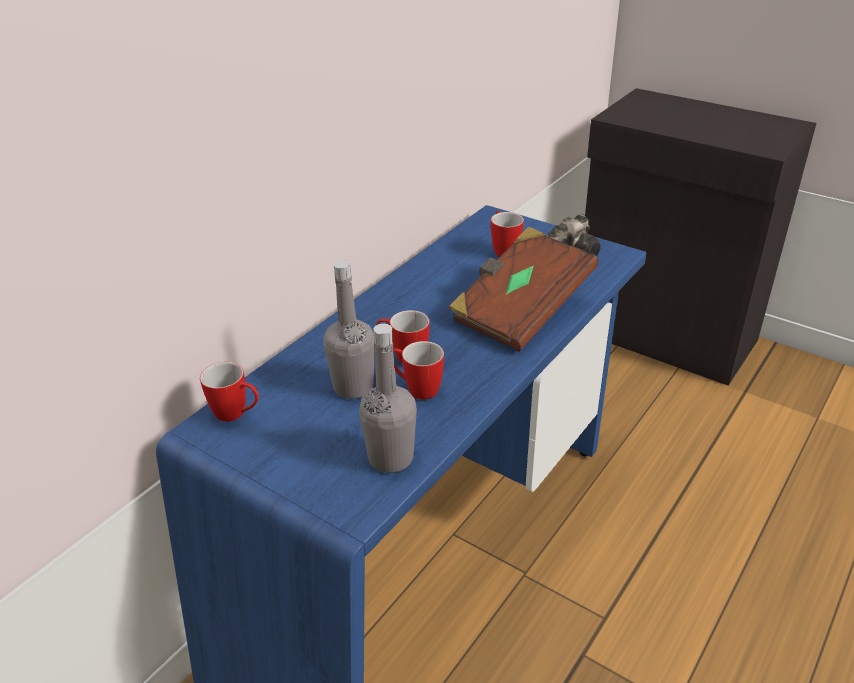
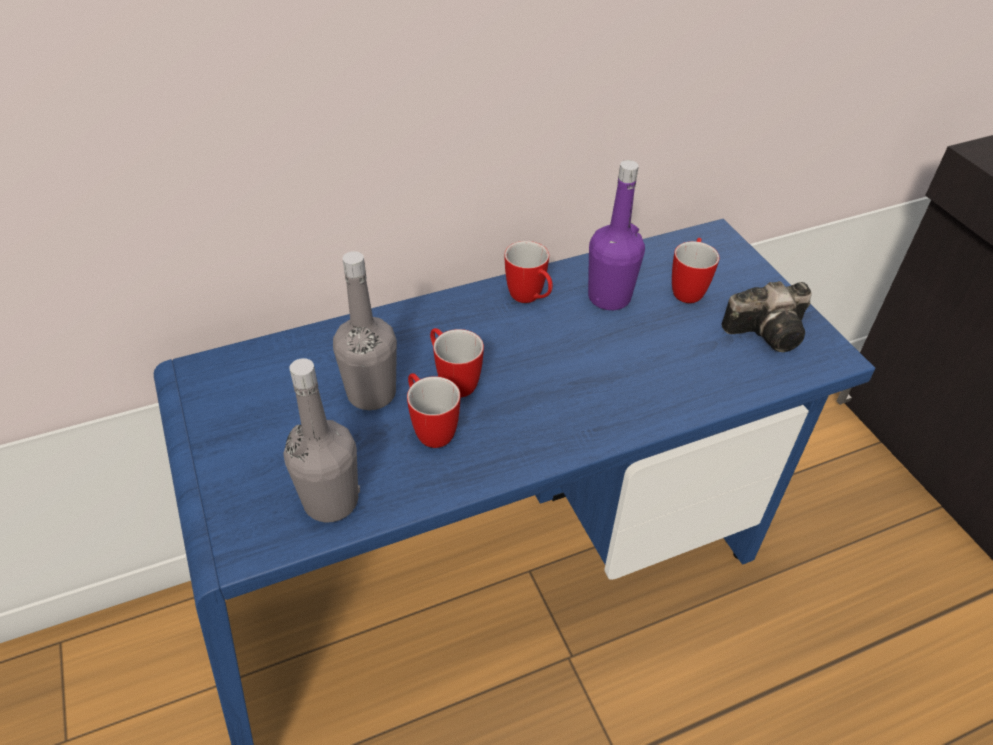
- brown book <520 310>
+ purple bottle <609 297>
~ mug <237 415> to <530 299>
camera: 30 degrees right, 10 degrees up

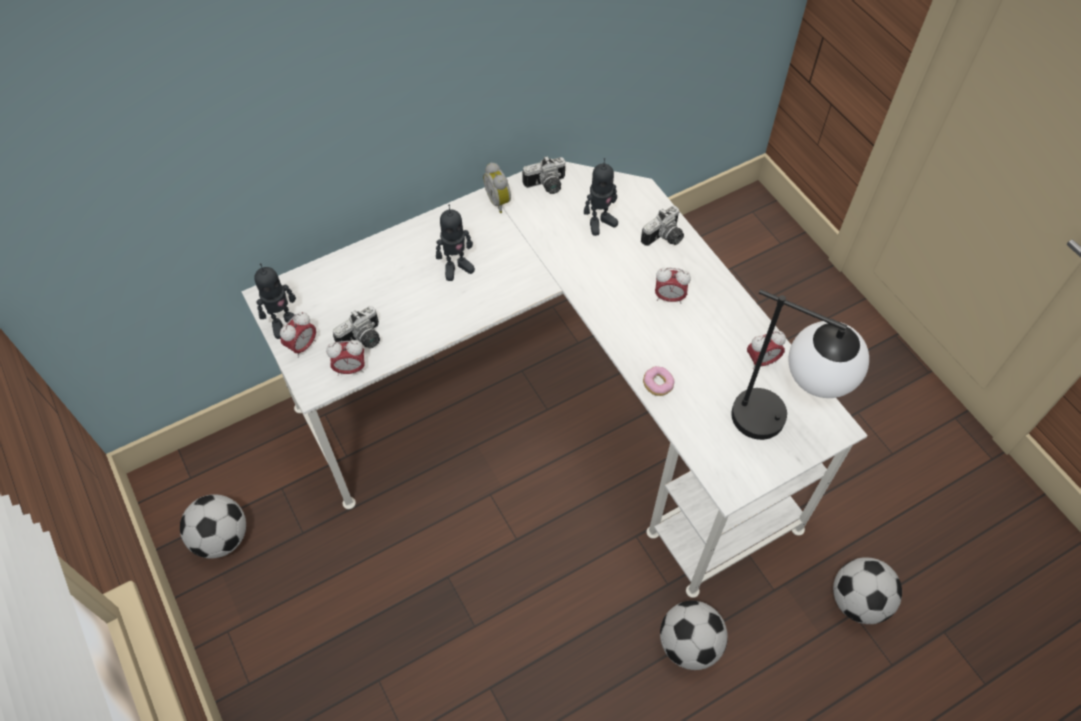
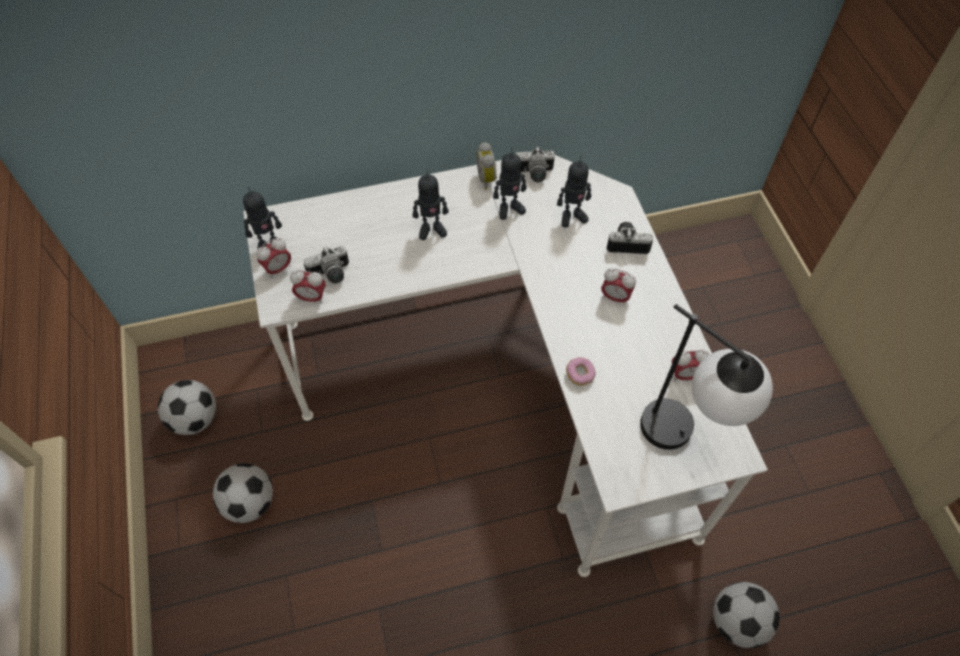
+ toy robot <509 208>
~ football <689 644> to <250 503>
~ photo camera <665 238> = <627 243> 150 degrees counterclockwise
camera: 15 degrees right, 0 degrees up

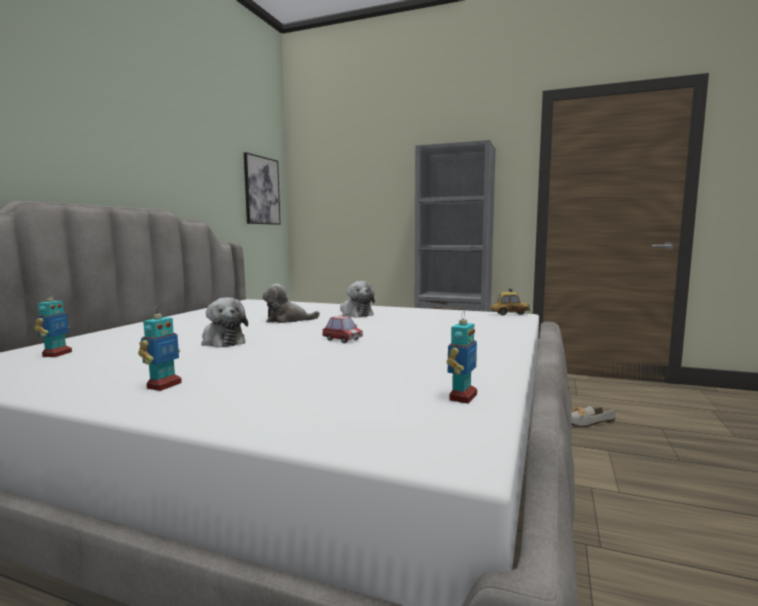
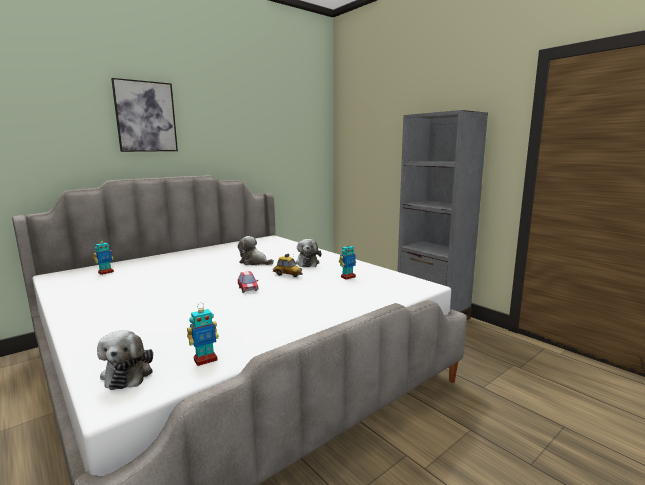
- shoe <583 423>
~ toy robot <163 385> to <348 277>
~ plush toy <222 341> to <129 373>
~ picture <261 190> to <146 116>
~ toy car <509 314> to <287 275>
camera: 30 degrees right, 5 degrees up

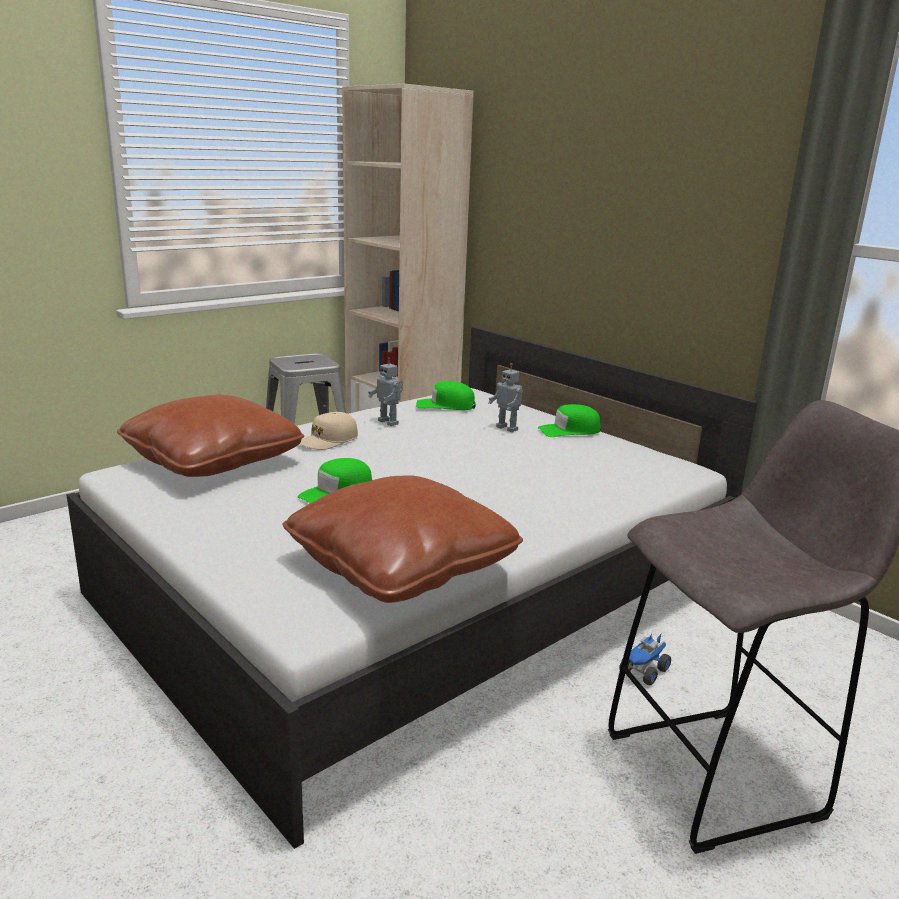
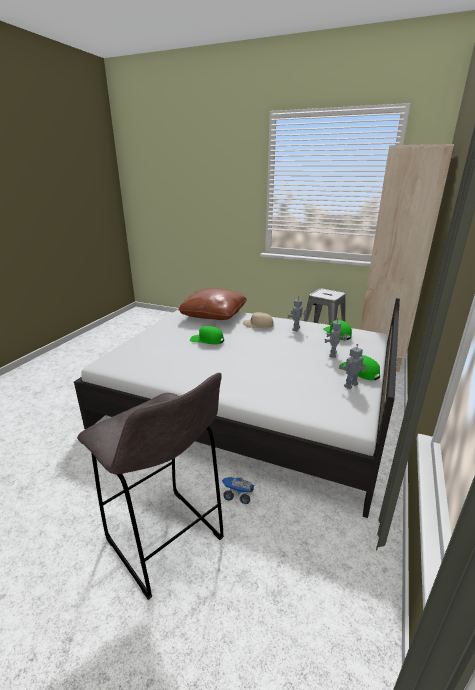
- brown pillow <401 566>
+ toy robot <351 386>
camera: 65 degrees right, 5 degrees up

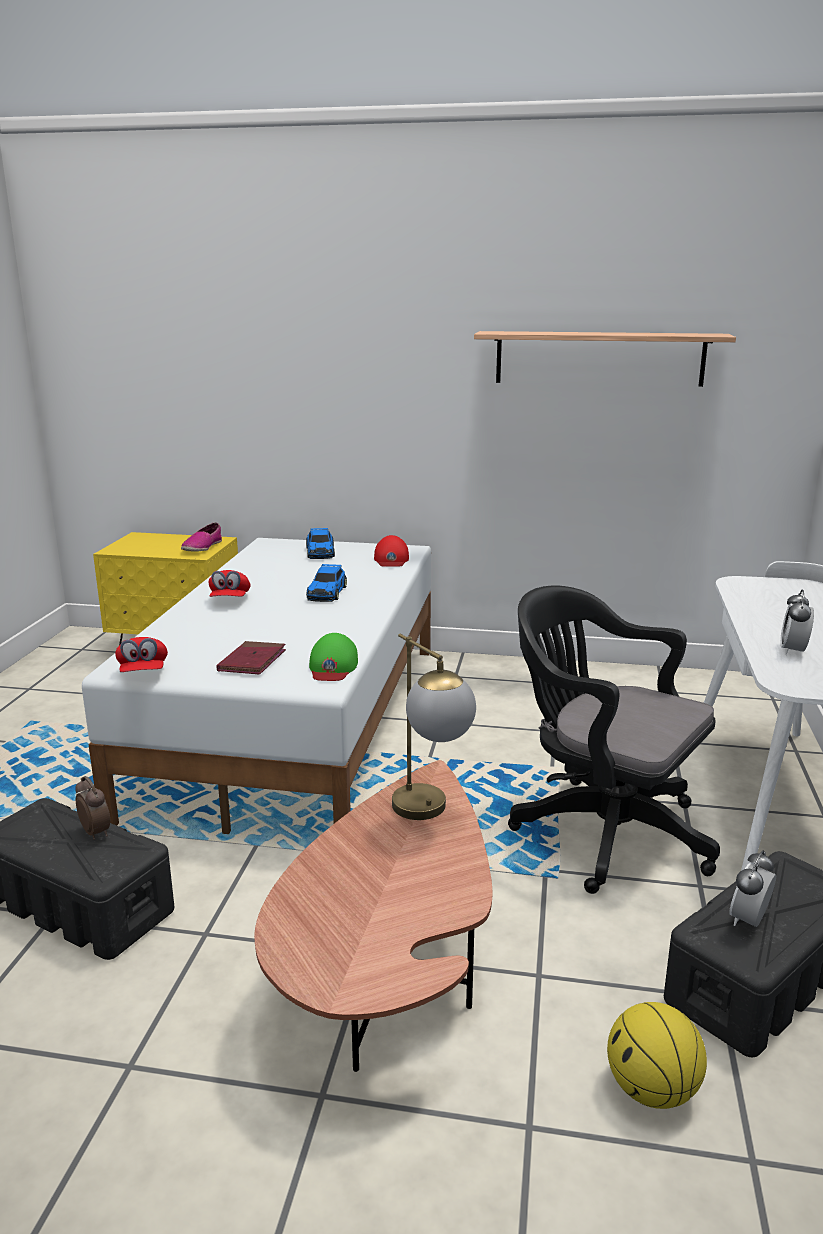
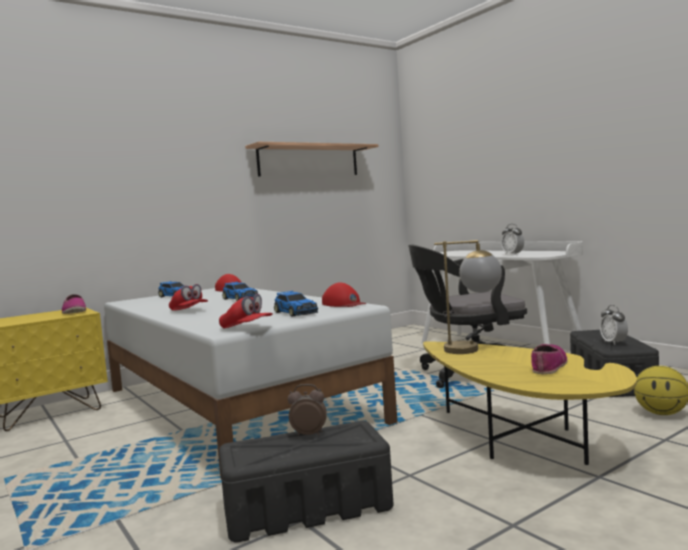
+ shoe <548 365>
~ red book <252 661> to toy car <295 312>
~ brown coffee table <389 976> to yellow coffee table <519 439>
~ green cap <333 666> to red cap <344 304>
camera: 45 degrees left, 15 degrees down

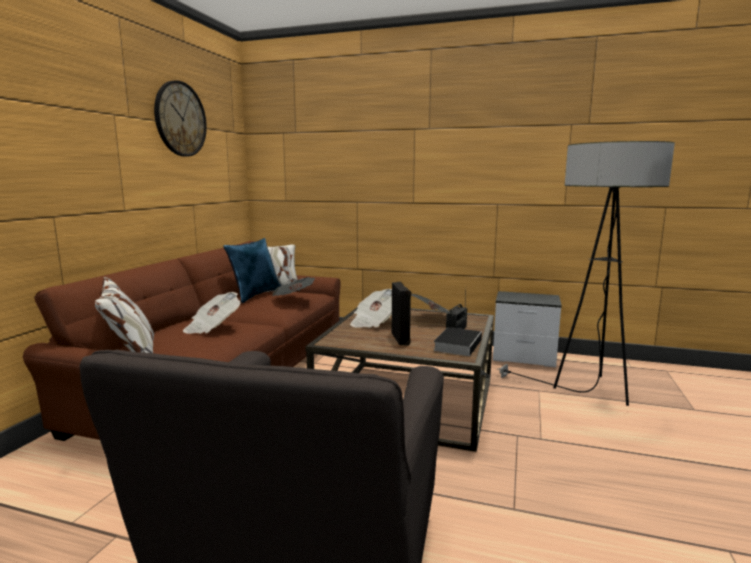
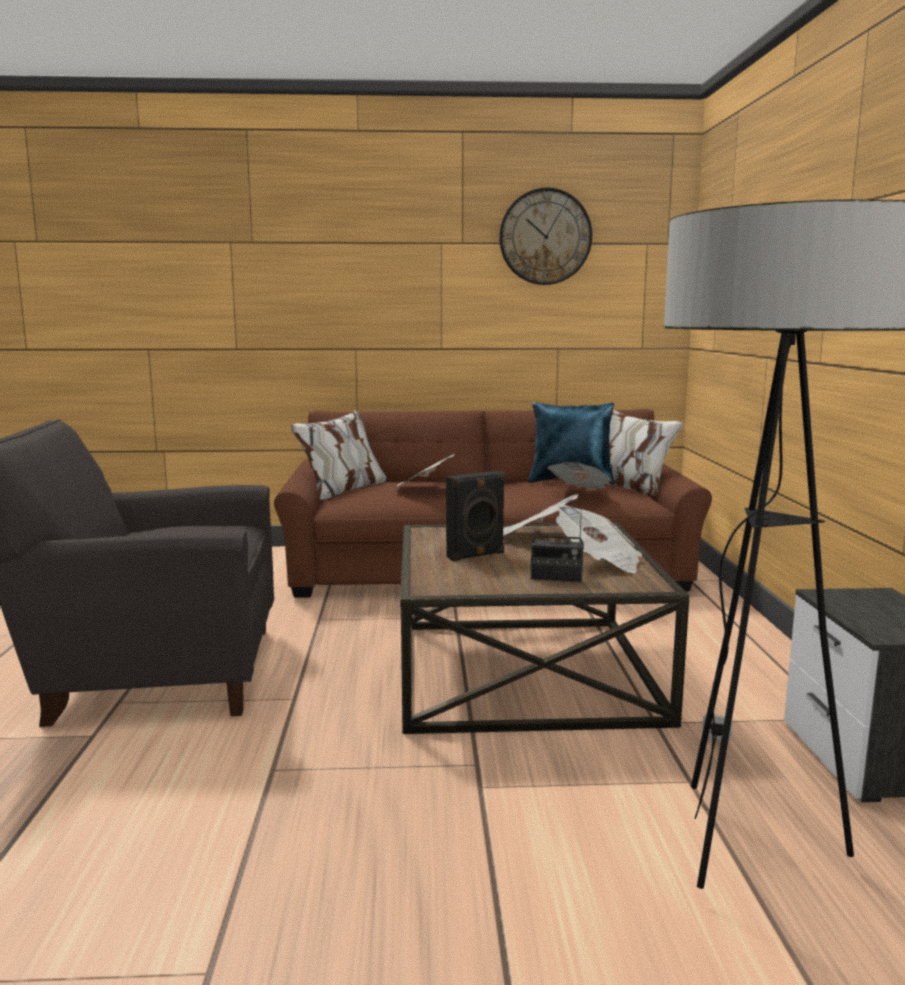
- book <458 344>
camera: 70 degrees right, 0 degrees up

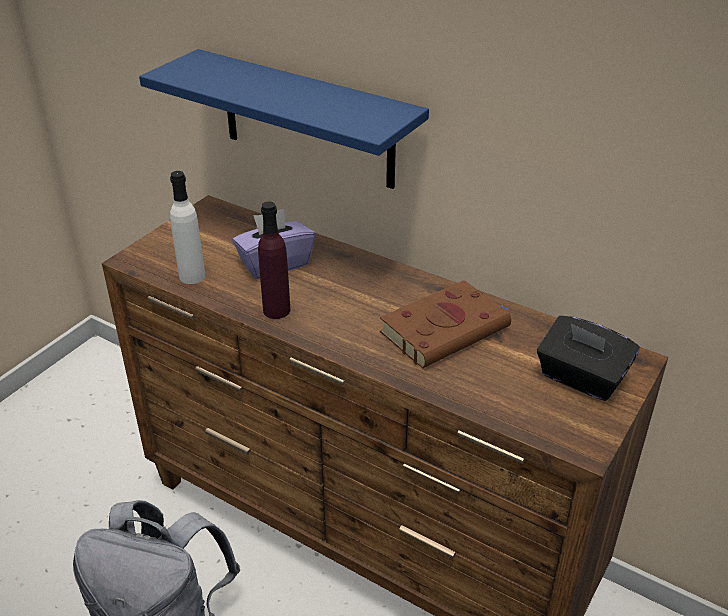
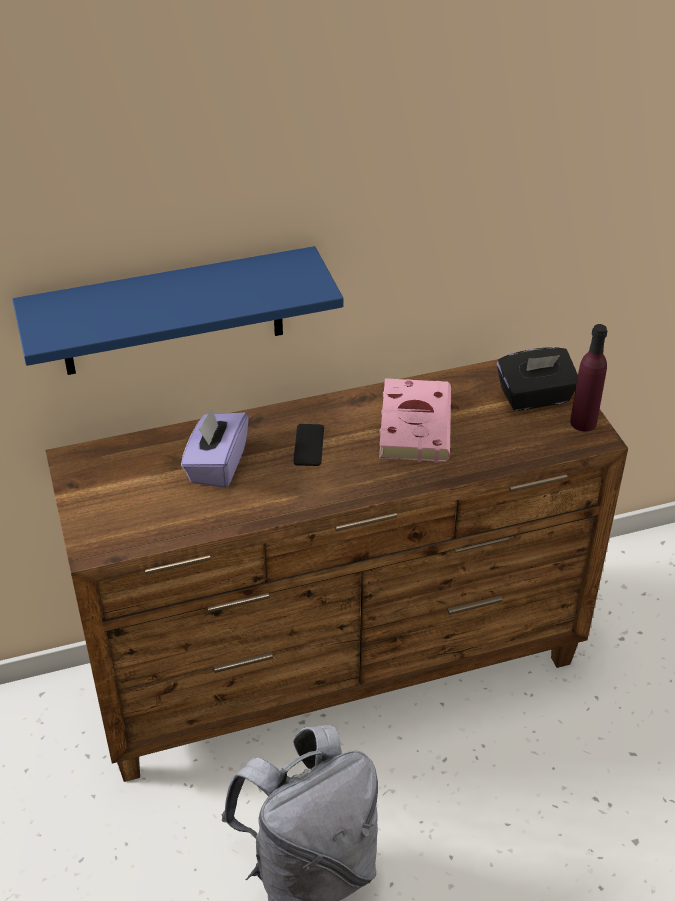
- white bottle <192 276>
+ phone <309 445>
~ purple bottle <276 310> to <583 422>
~ brown book <447 329> to pink book <414 423>
camera: 50 degrees left, 5 degrees up

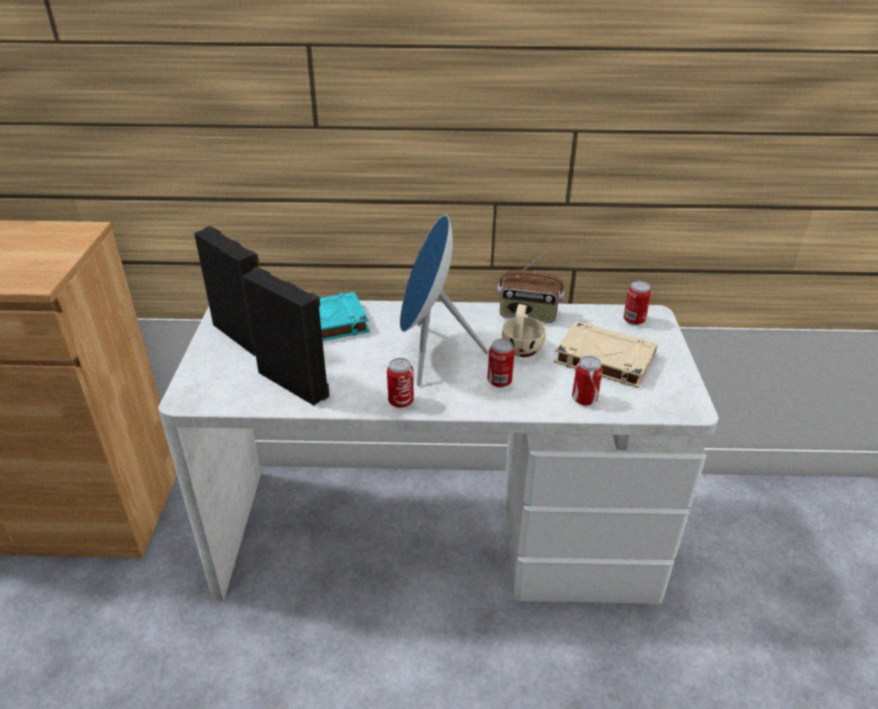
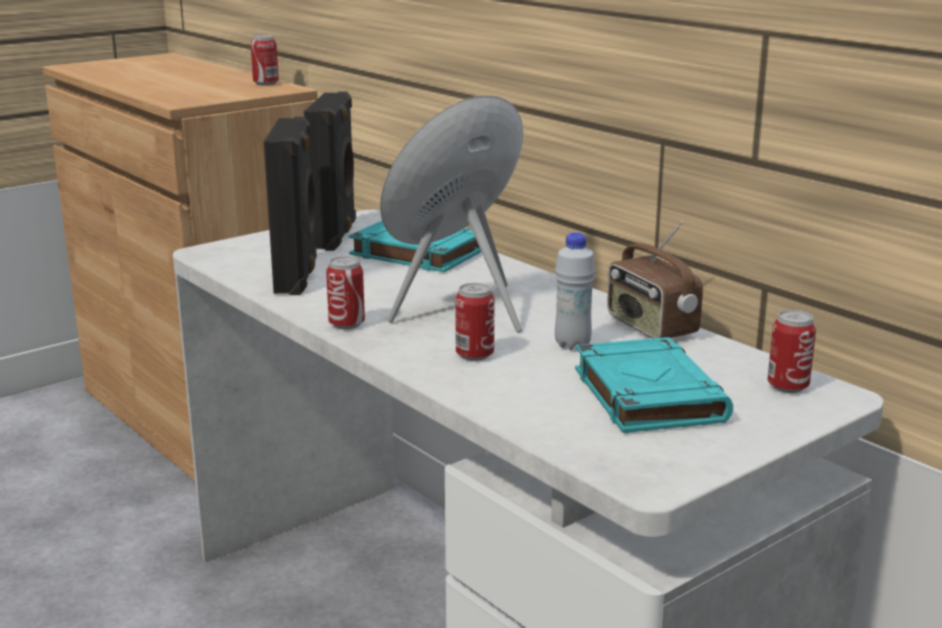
~ can <584 399> to <266 84>
~ beige cup <522 347> to white bottle <572 345>
~ beige book <603 359> to turquoise book <647 394>
camera: 50 degrees right, 15 degrees down

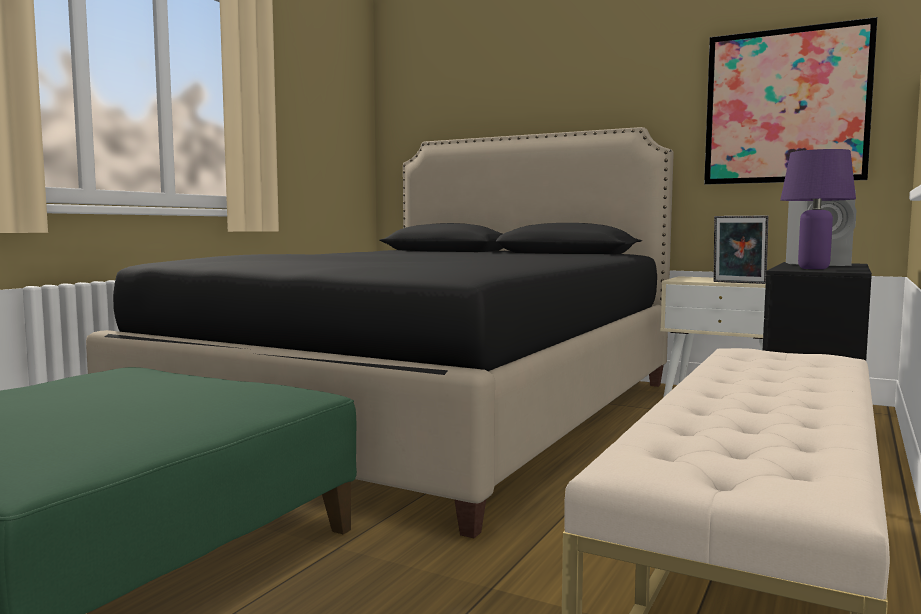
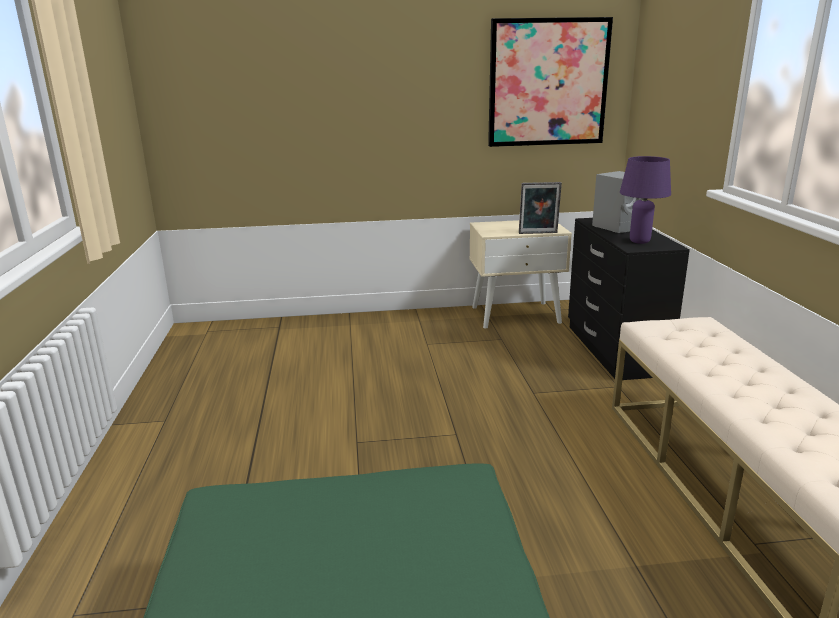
- black bed <431 413>
camera: 35 degrees left, 15 degrees up

